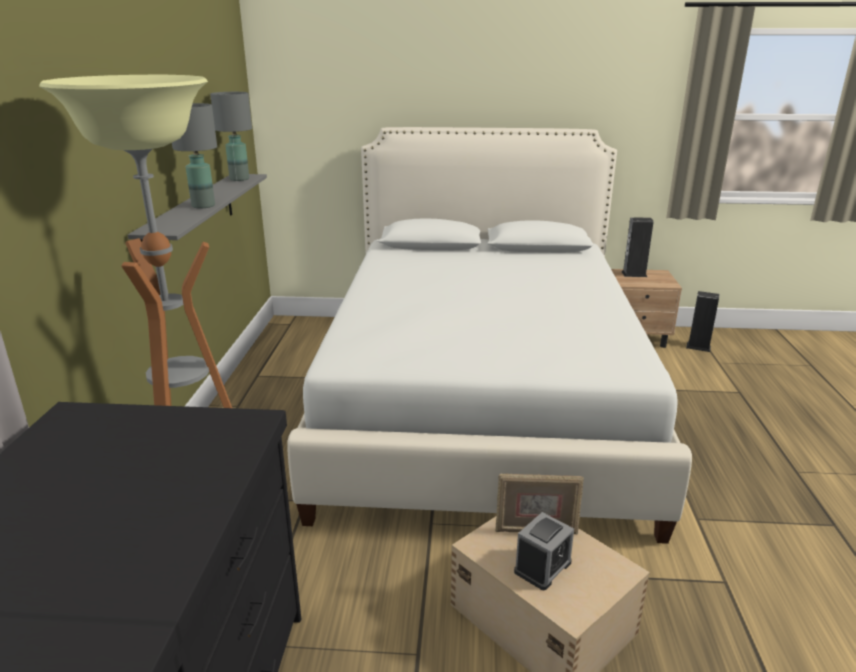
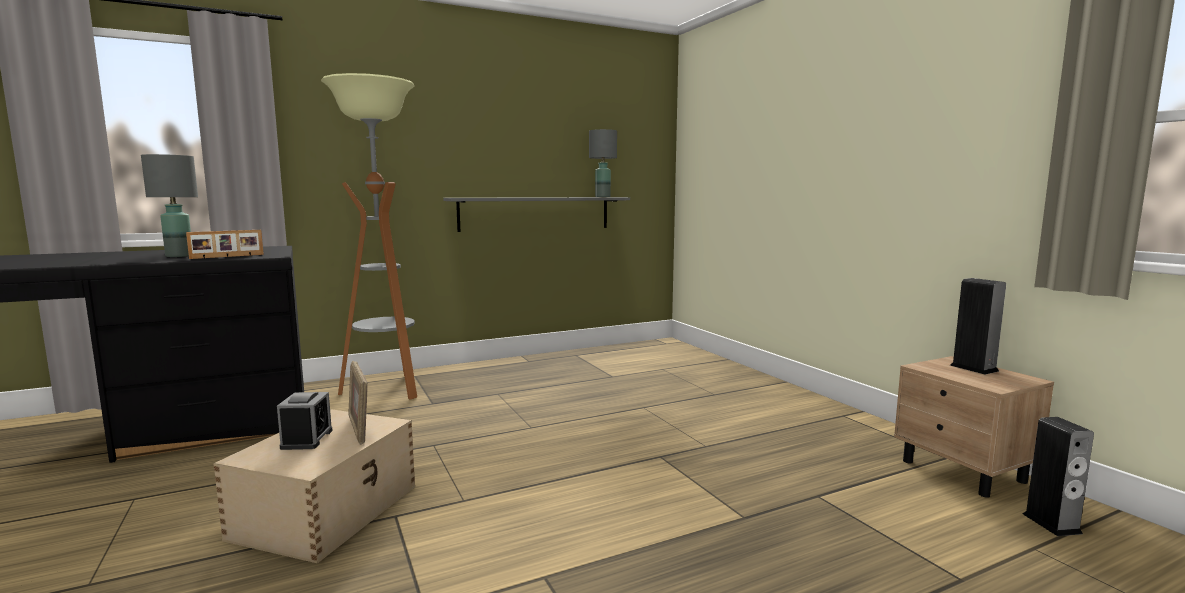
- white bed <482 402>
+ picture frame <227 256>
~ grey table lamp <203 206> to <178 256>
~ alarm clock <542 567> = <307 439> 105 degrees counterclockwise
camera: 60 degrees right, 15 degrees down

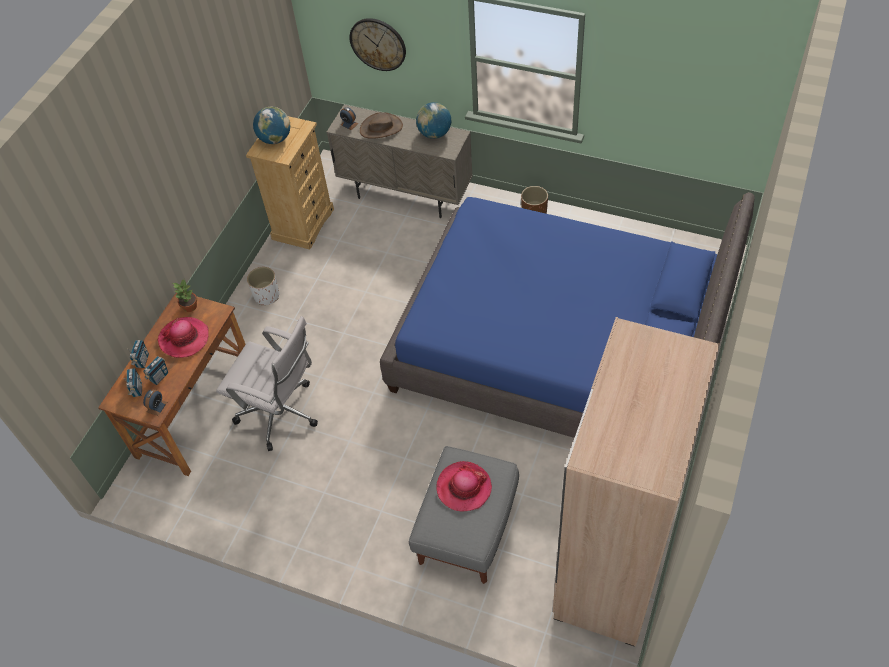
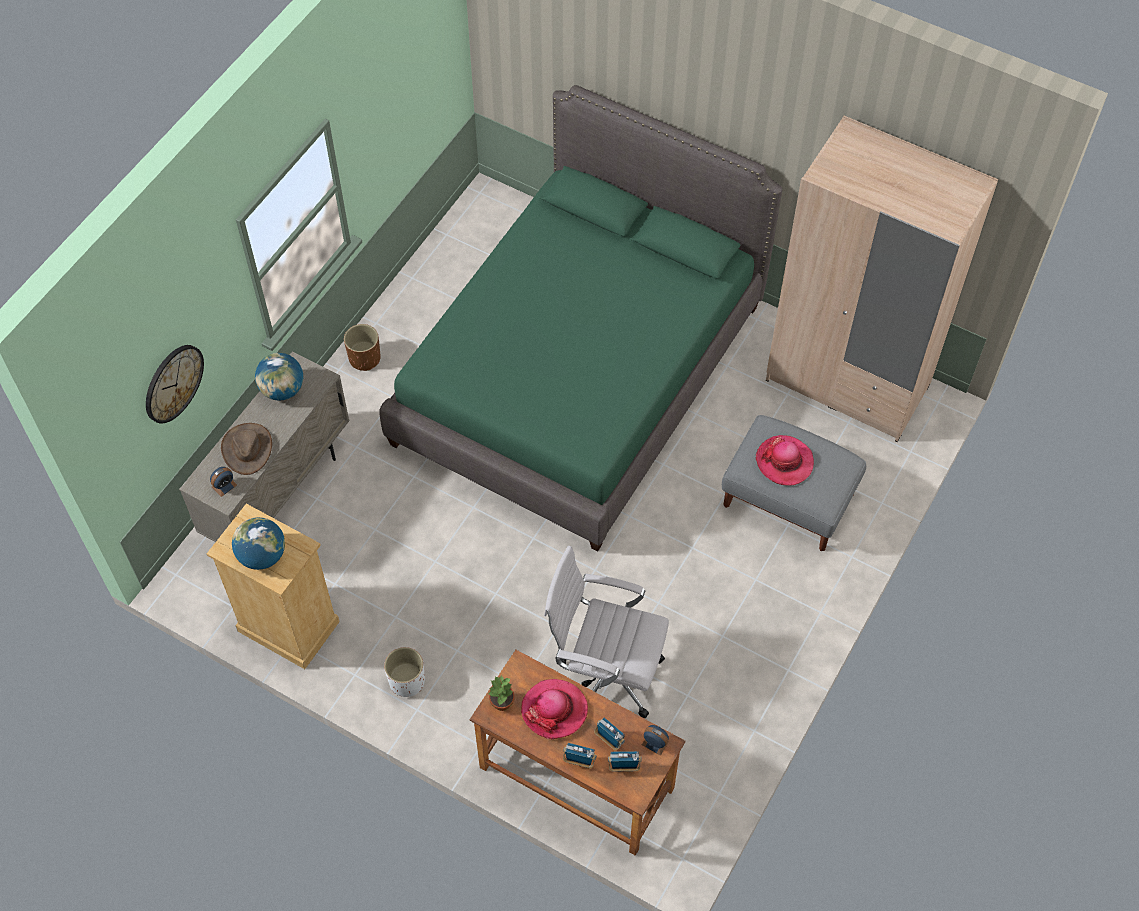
~ blue bed <559 350> to green bed <579 374>
~ white office chair <282 414> = <604 674> 105 degrees counterclockwise
camera: 85 degrees left, 5 degrees up

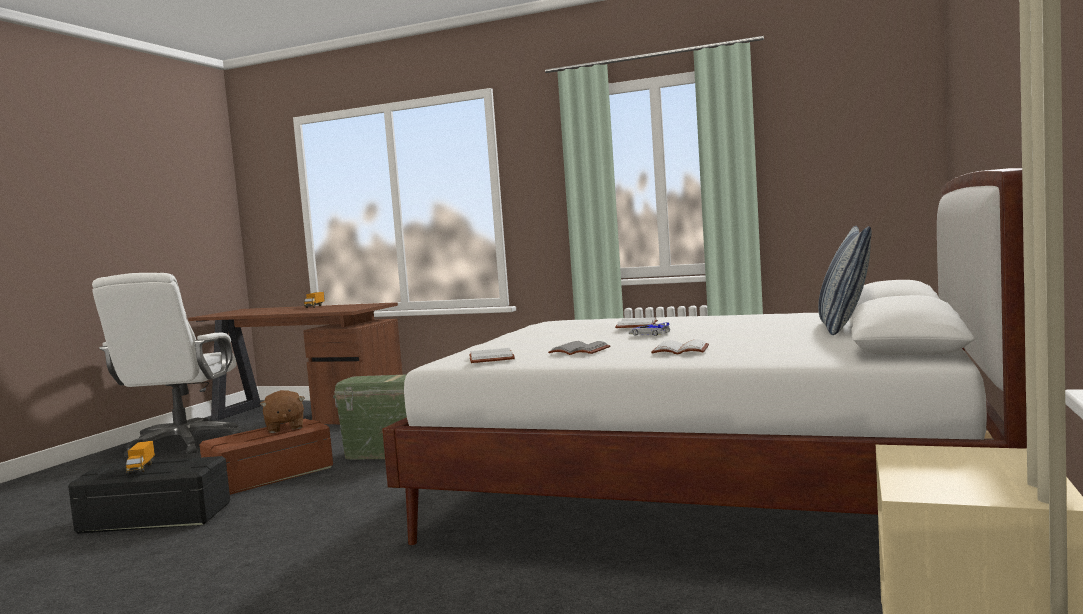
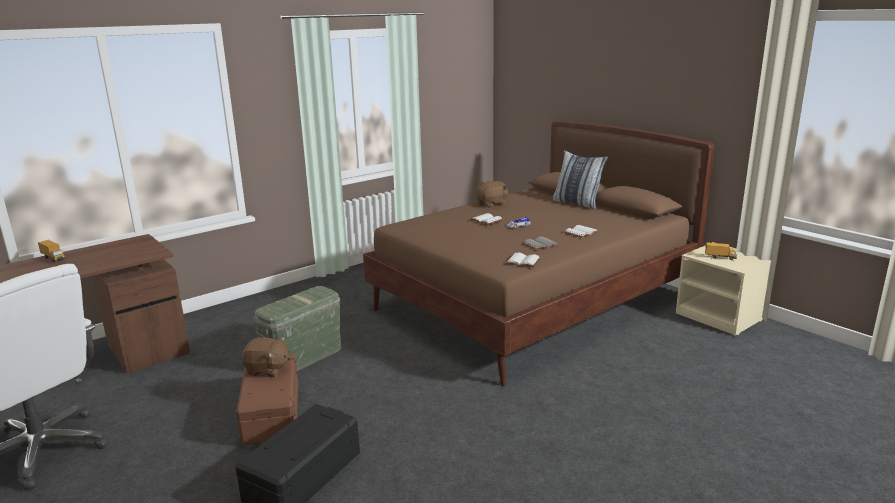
+ brown plush toy <492 204>
~ toy truck <141 468> to <720 257>
~ white bed <708 495> to brown bed <534 302>
camera: 60 degrees left, 15 degrees up

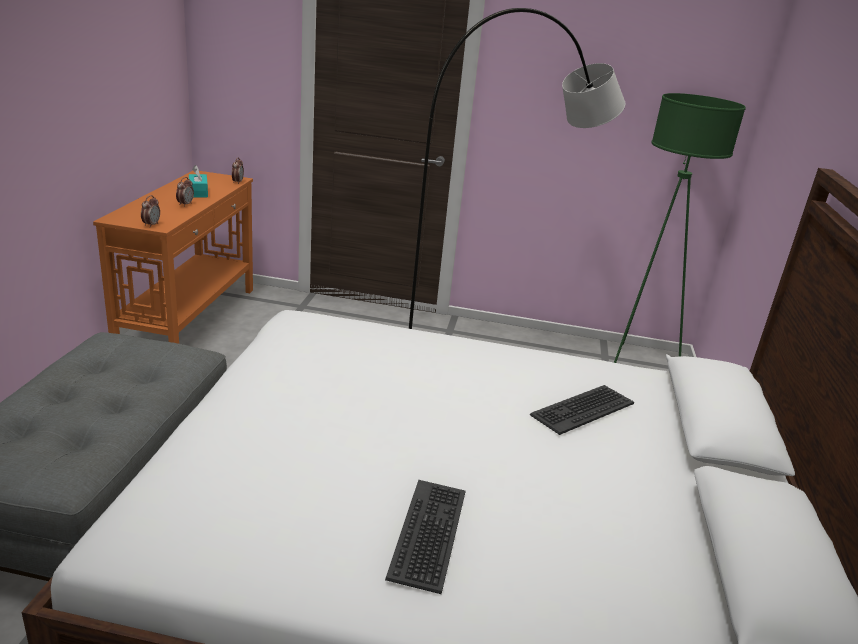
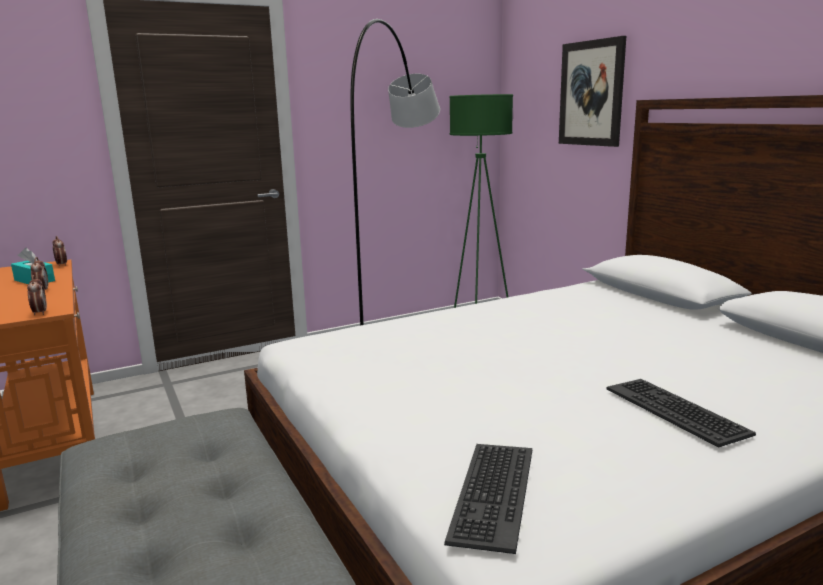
+ picture <591 93>
~ keyboard <582 409> to <491 493>
camera: 35 degrees left, 10 degrees down

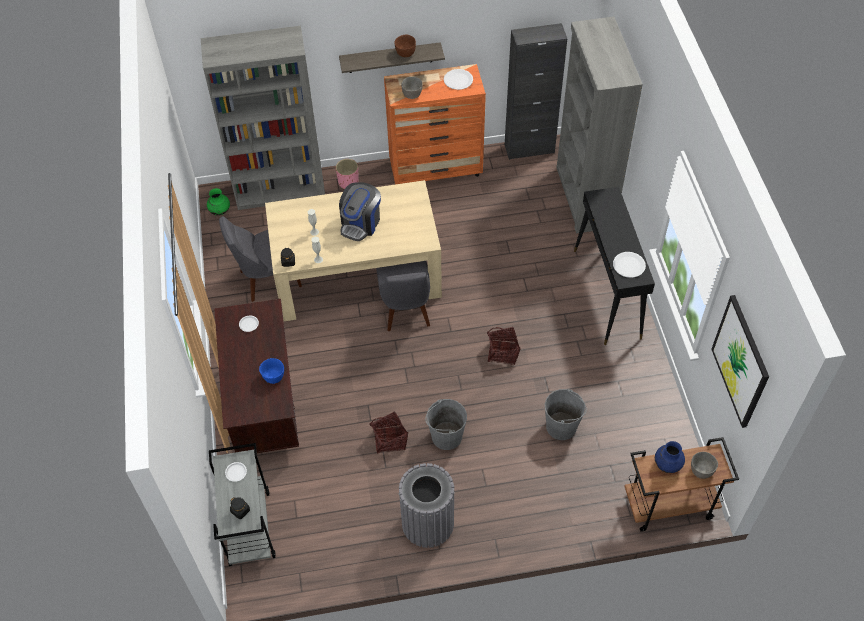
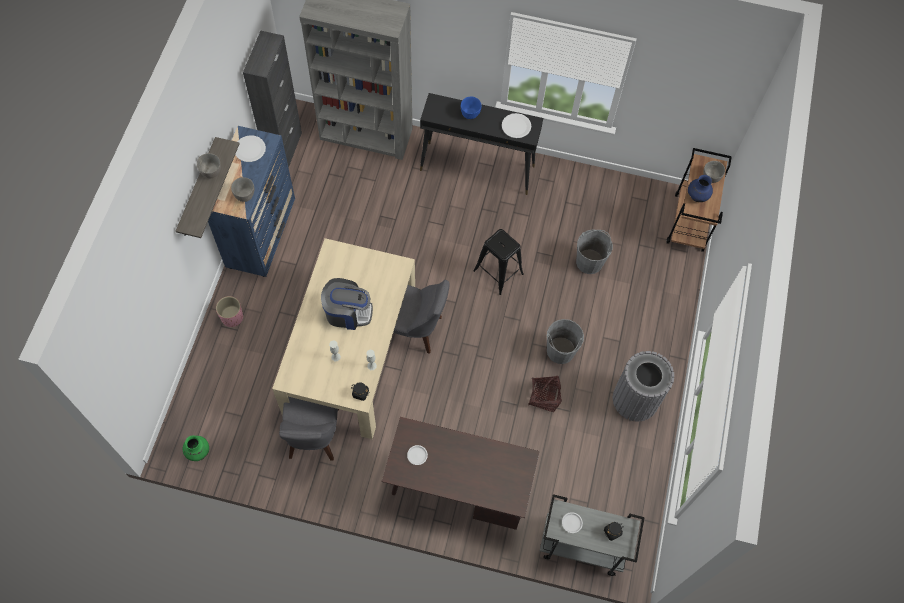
- grey bookcase <280 190>
- picture <740 361>
~ blue bowl <274 377> to <470 113>
~ basket <502 353> to black stool <498 272>
~ orange dresser <436 169> to blue dresser <262 235>
~ brown bowl <405 53> to grey bowl <211 172>
~ coffee machine <361 223> = <347 312> 45 degrees counterclockwise
camera: 70 degrees left, 10 degrees up

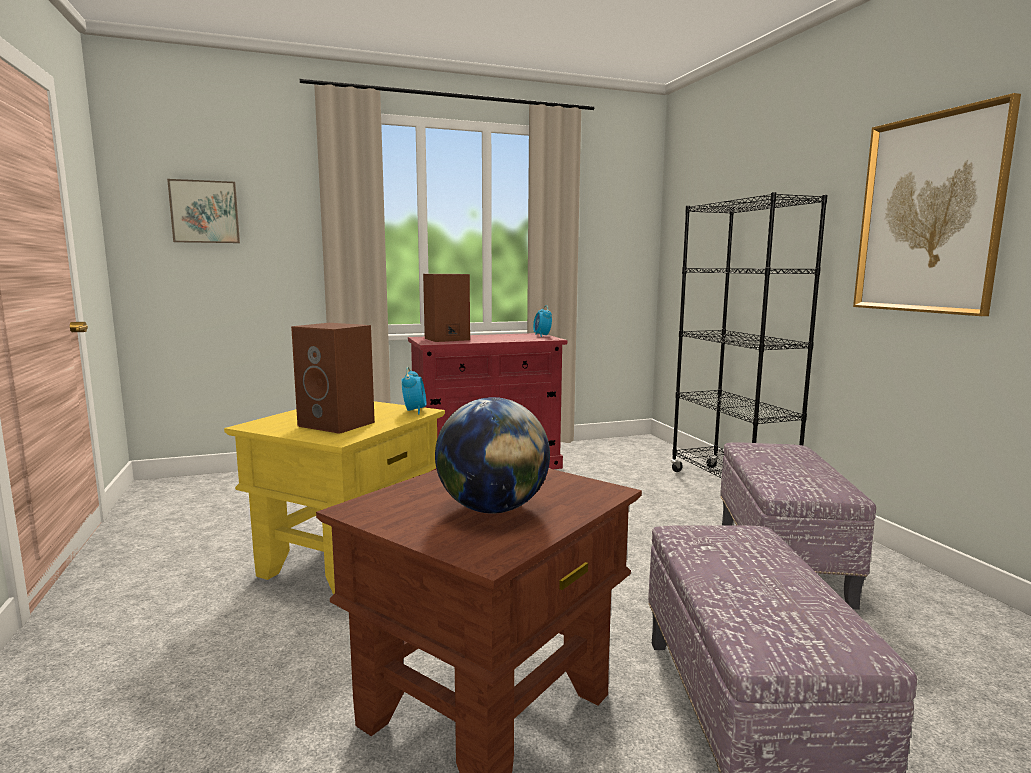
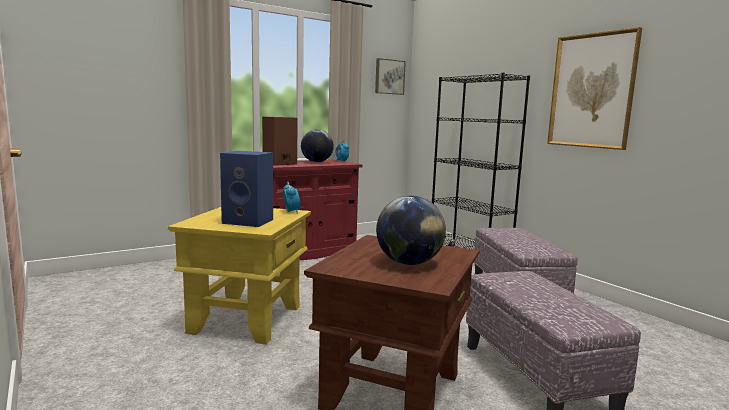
+ globe <317 162>
~ picture <205 212> to <389 77>
~ brown speaker <338 424> to blue speaker <249 221>
camera: 15 degrees left, 0 degrees up

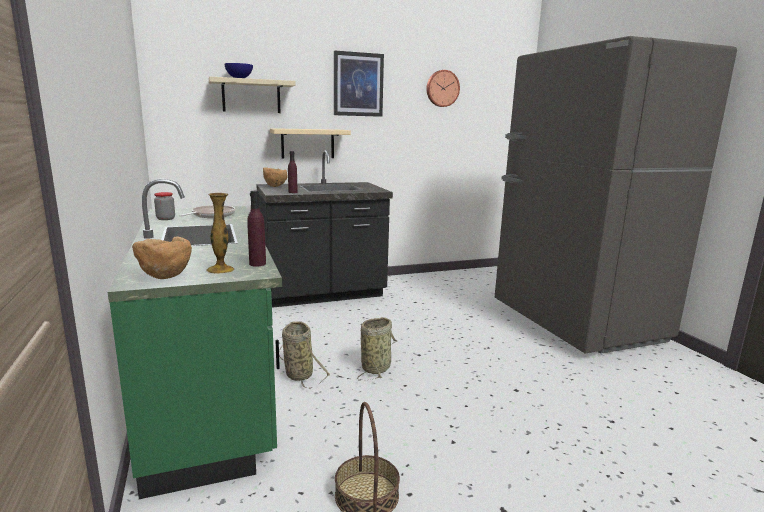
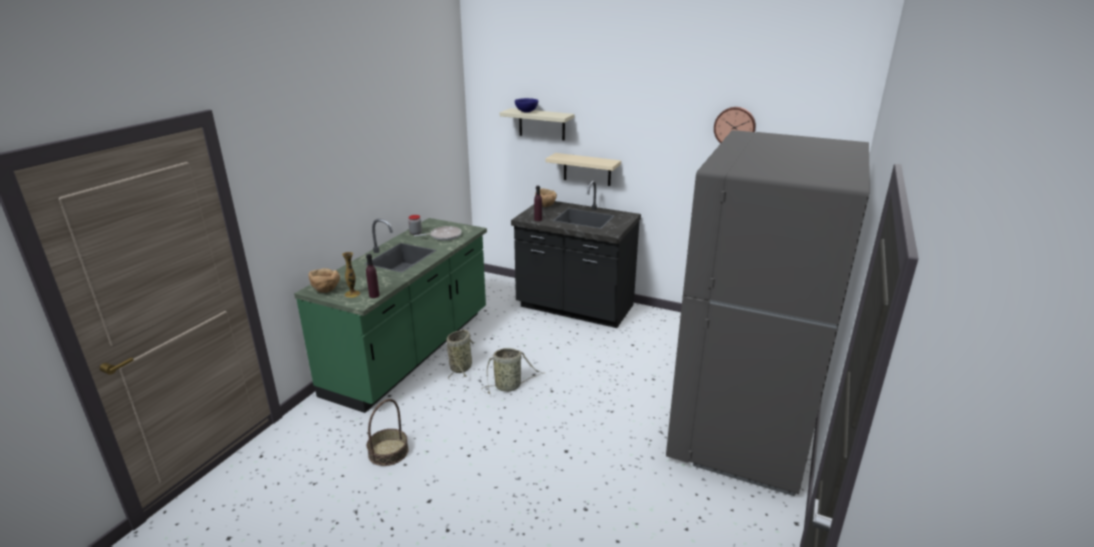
- picture <358 84>
camera: 45 degrees right, 10 degrees up

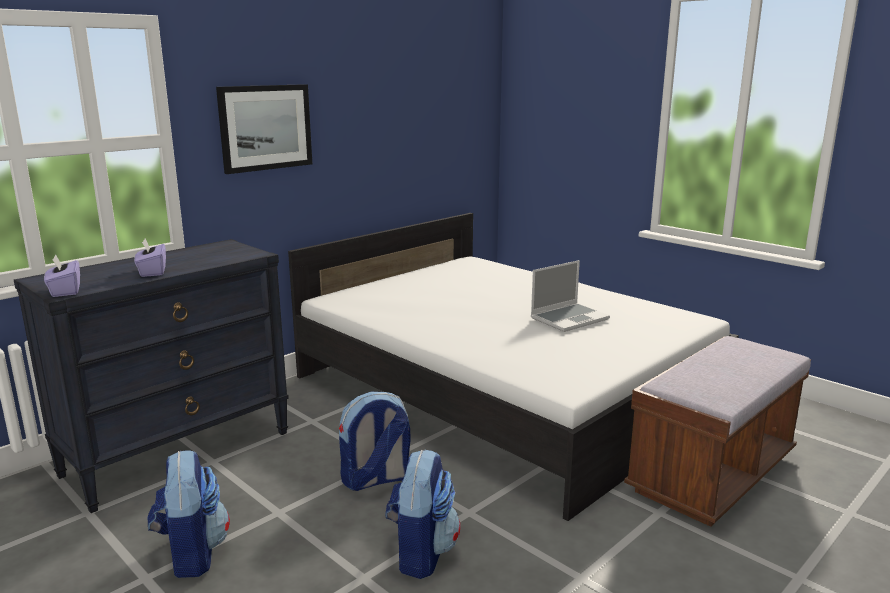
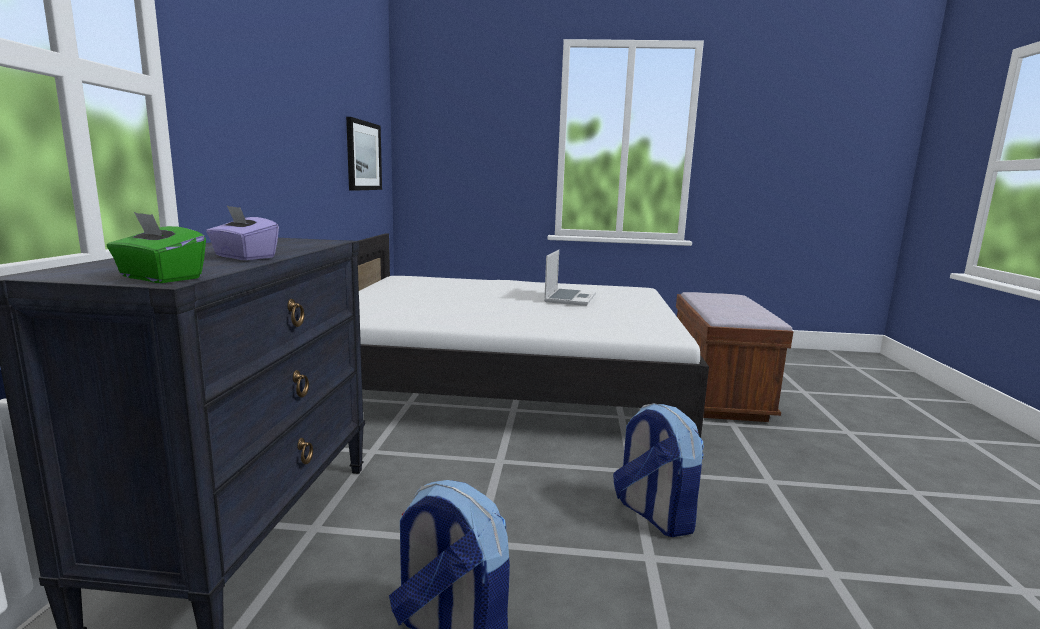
- backpack <375 479>
~ picture <265 127> to <363 156>
~ purple tissue box <65 291> to green tissue box <160 278>
camera: 40 degrees left, 5 degrees down

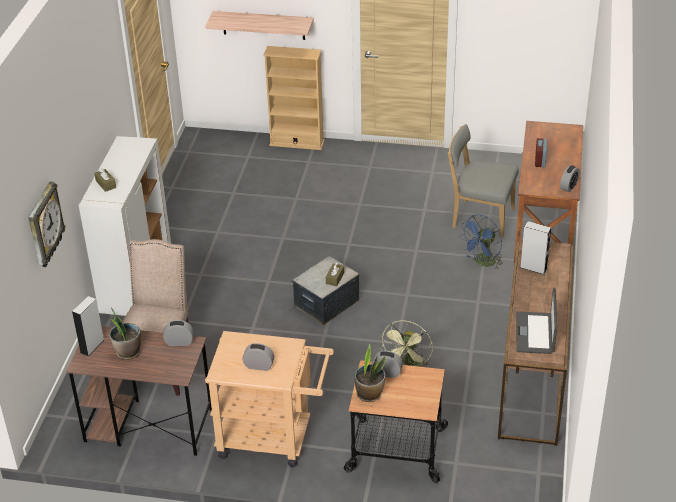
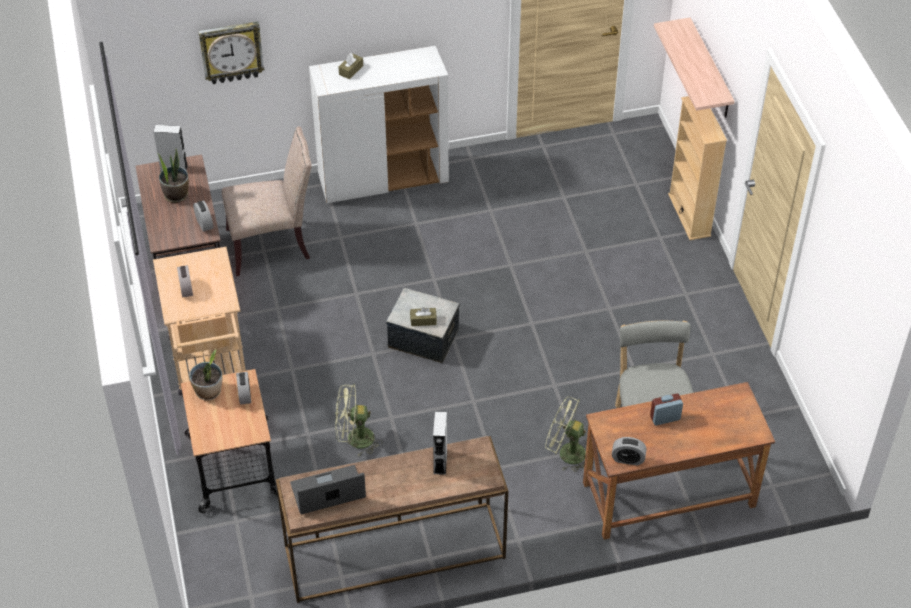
~ blue fan <482 263> to green fan <566 453>
camera: 65 degrees right, 10 degrees up

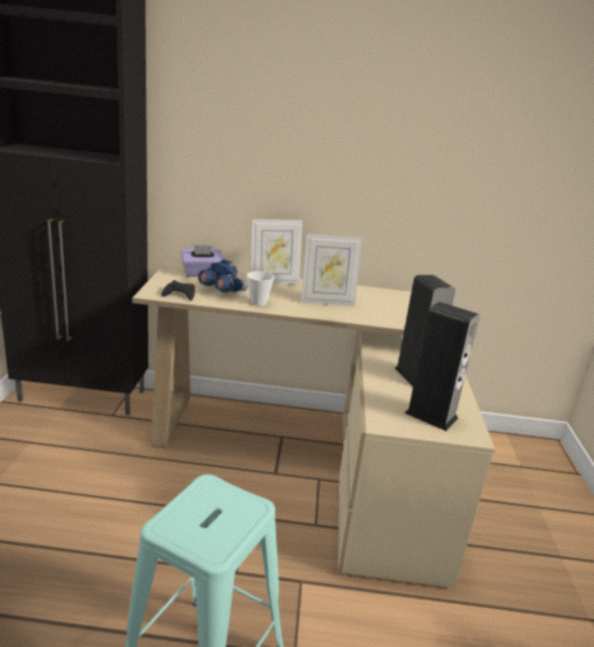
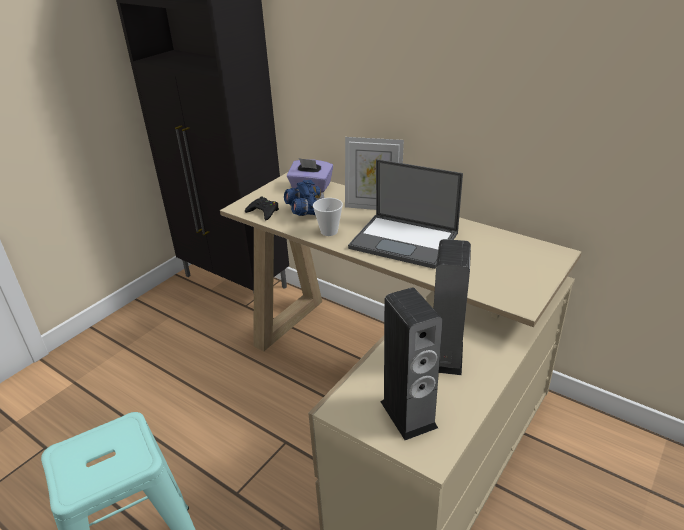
~ picture frame <327 302> to laptop <405 241>
camera: 35 degrees right, 10 degrees up

